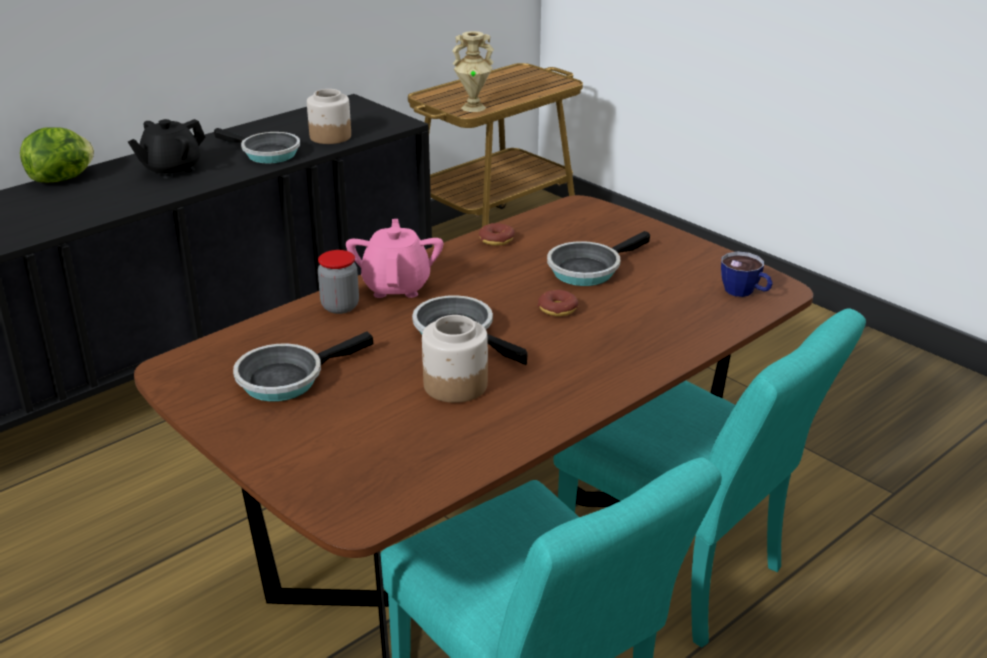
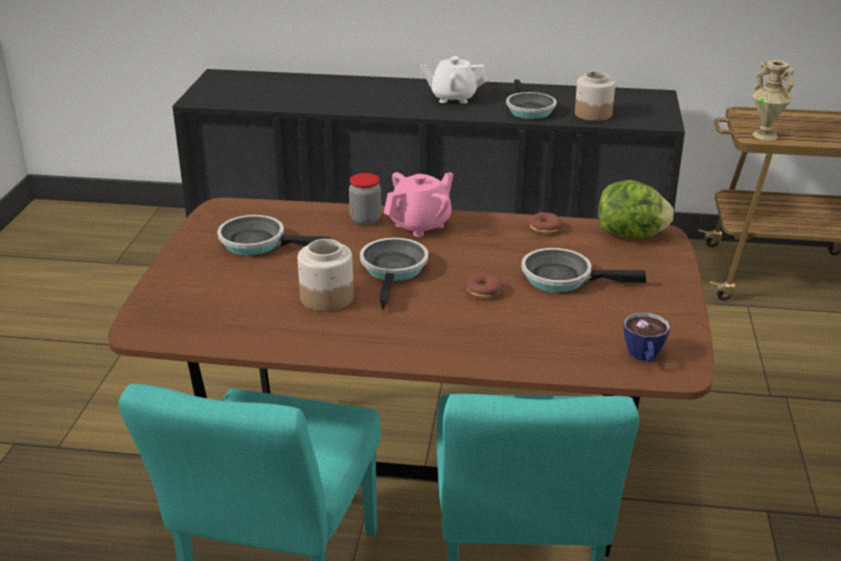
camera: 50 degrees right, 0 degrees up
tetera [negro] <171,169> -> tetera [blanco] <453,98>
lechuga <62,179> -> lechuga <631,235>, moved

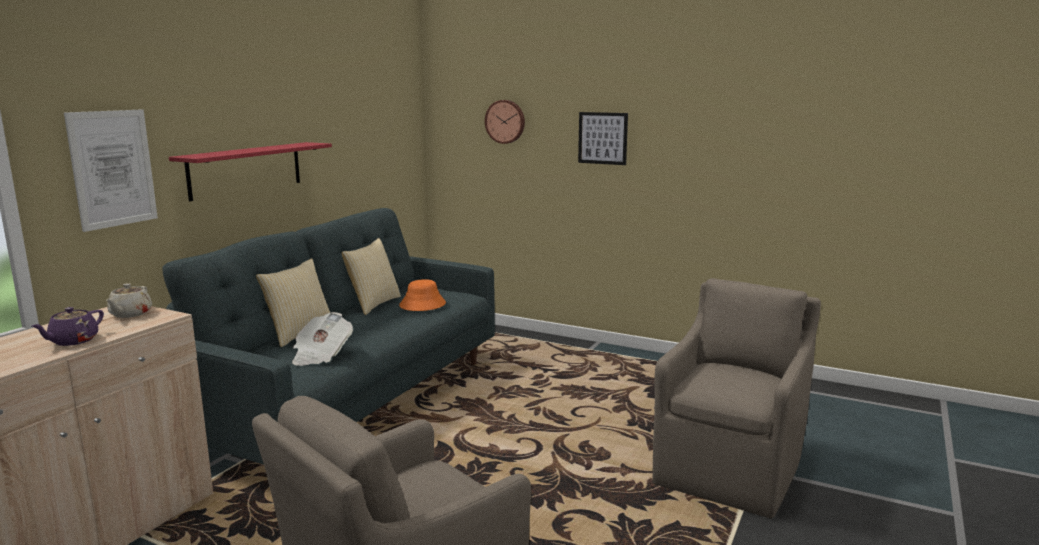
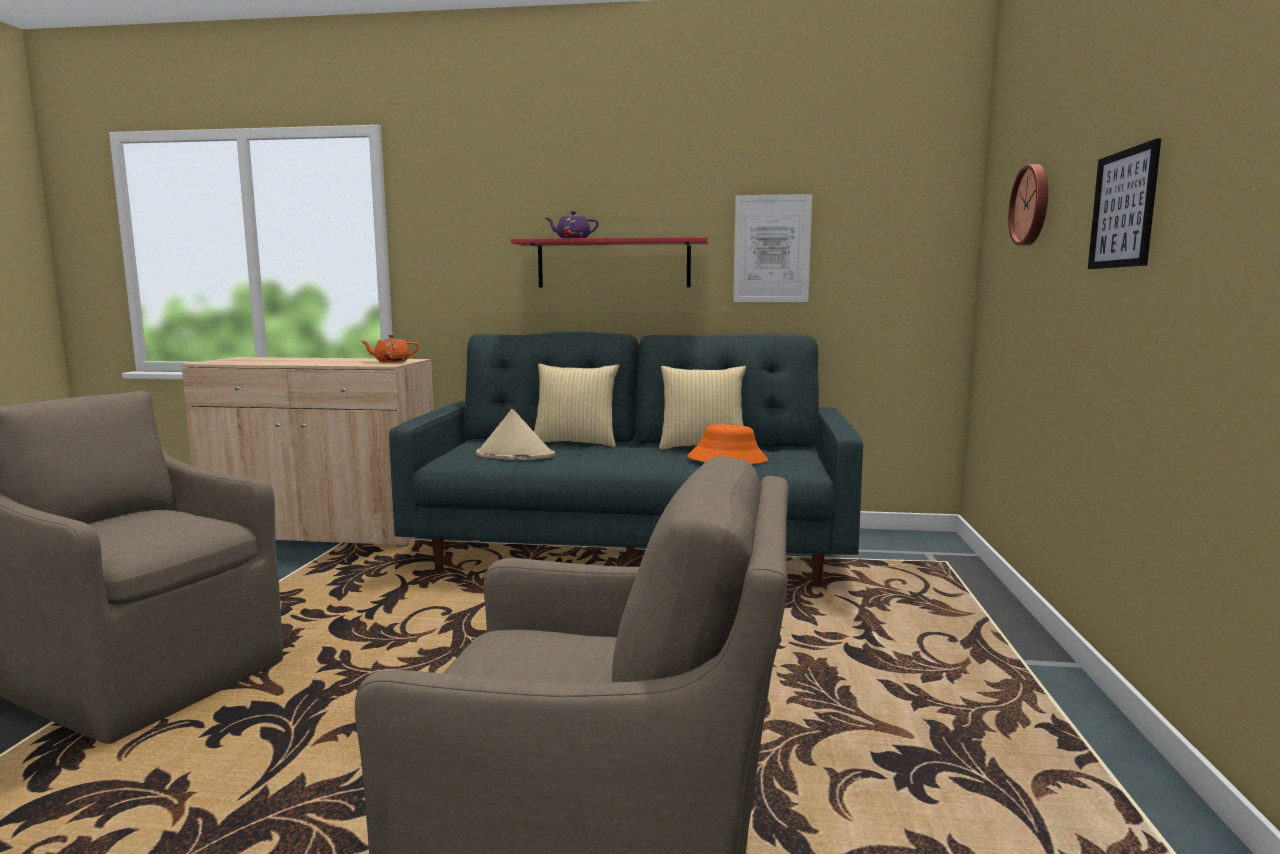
camera: 70 degrees right, 5 degrees down
cuadro <113,168> -> cuadro <772,249>, moved
tetera [beis] <130,314> -> tetera [naranja] <391,361>
tetera [morado] <73,341> -> tetera [morado] <572,239>, moved
periódico <321,355> -> sombrero [beis] <514,455>

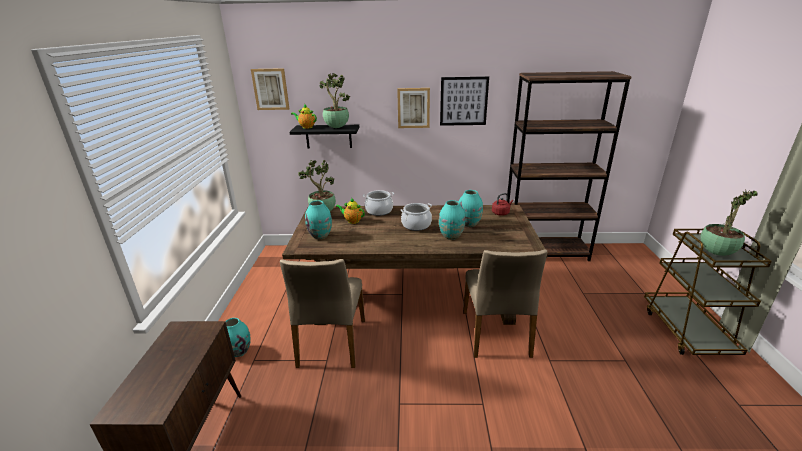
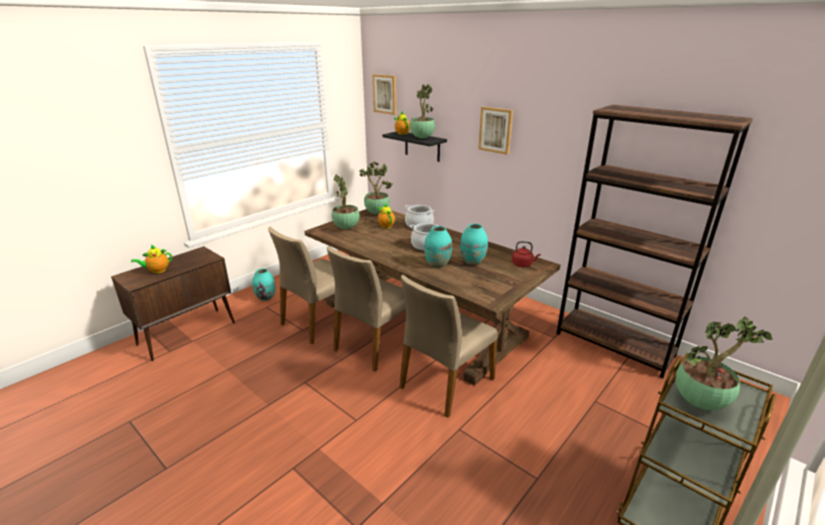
camera: 40 degrees right, 0 degrees up
cuadro <463,101> -> none
florero [turquesa] <320,236> -> planta en maceta <346,228>
none -> tetera <157,271>
none -> silla [beis] <375,344>

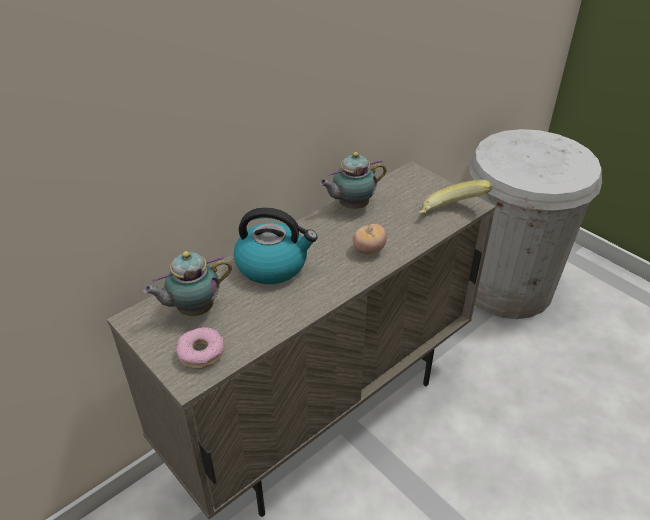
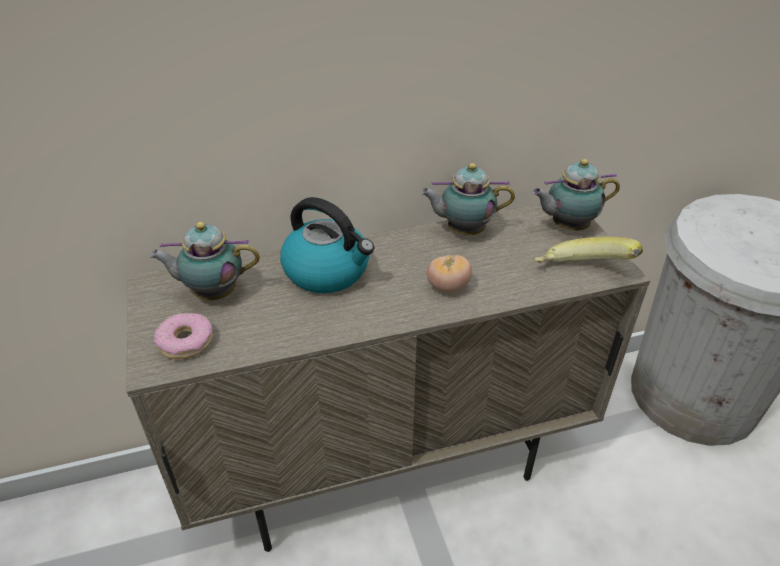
camera: 25 degrees right, 0 degrees up
none -> tetera <567,227>

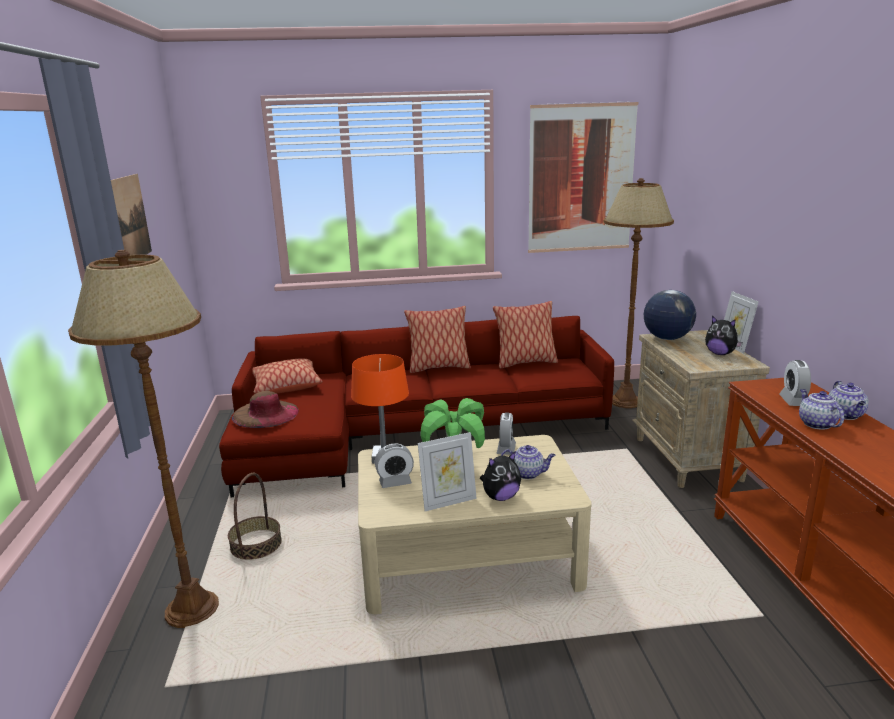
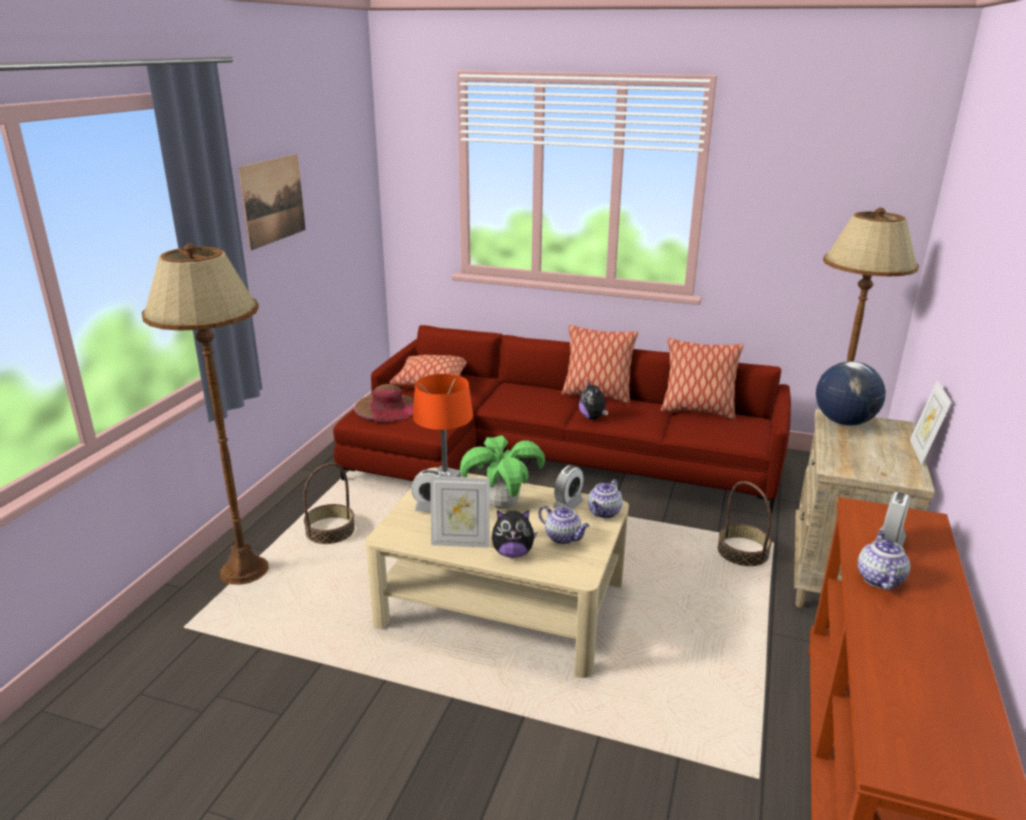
camera: 25 degrees right, 5 degrees up
cuadro <581,178> -> none
peluche <720,354> -> peluche <593,418>, moved
tetera <845,415> -> tetera <604,513>, moved
none -> cesta <743,552>

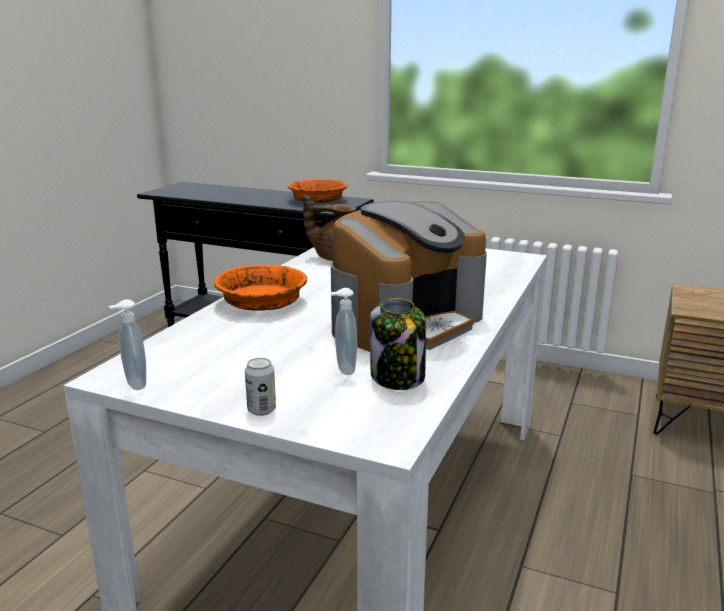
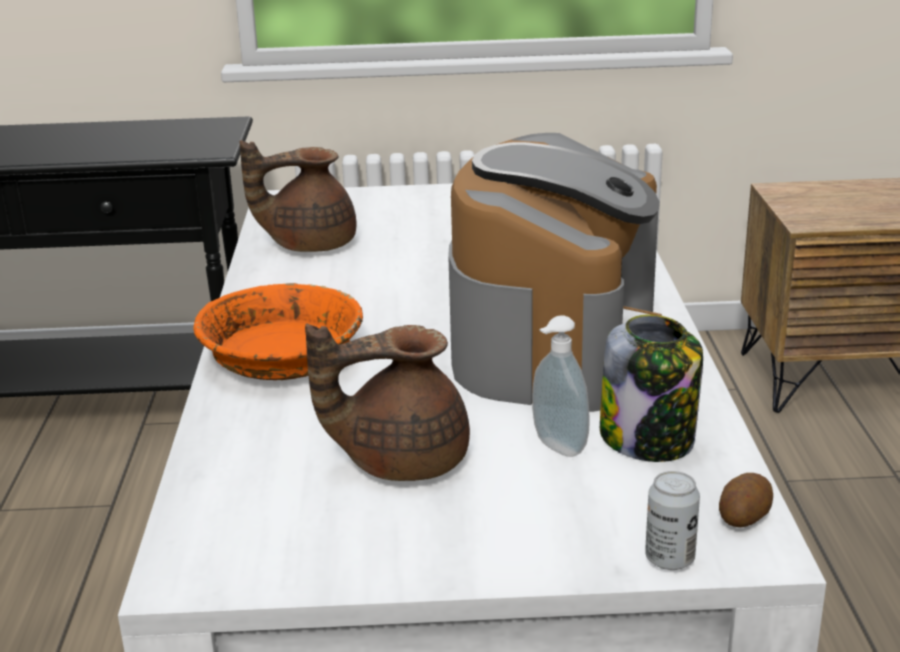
camera: 25 degrees left, 5 degrees up
cuenco [naranja] <318,200> -> none
dispensador de jabón <134,384> -> none
lata <261,410> -> lata <669,559>, moved
none -> tetera [marrón] <400,460>
none -> patata <743,517>

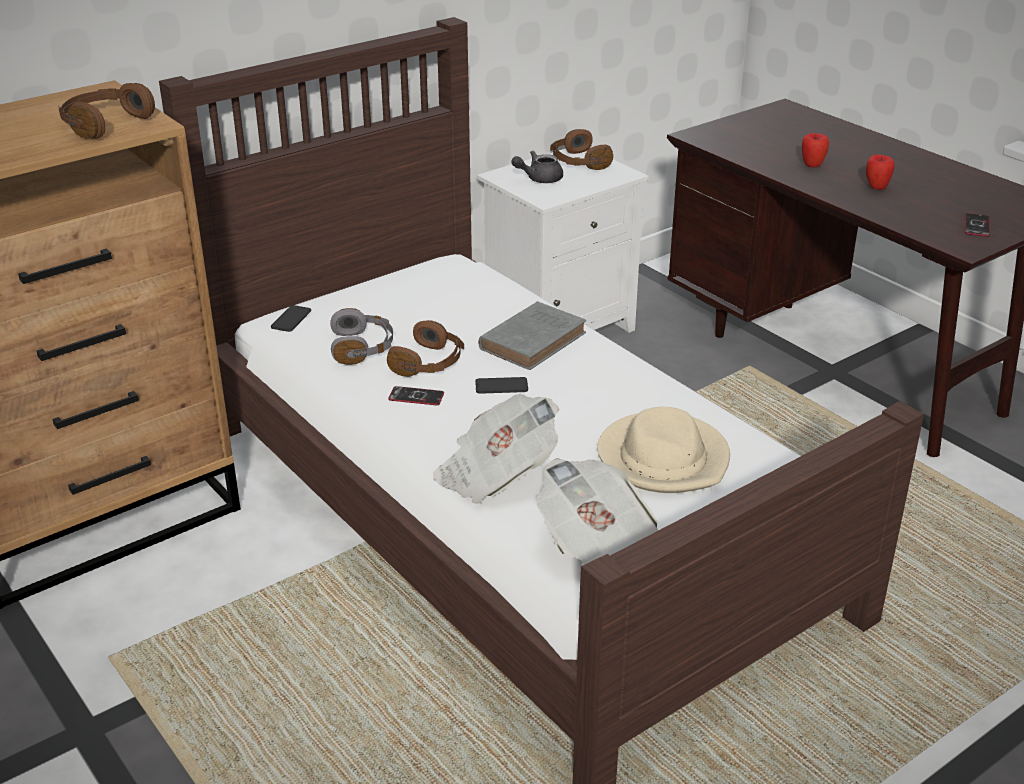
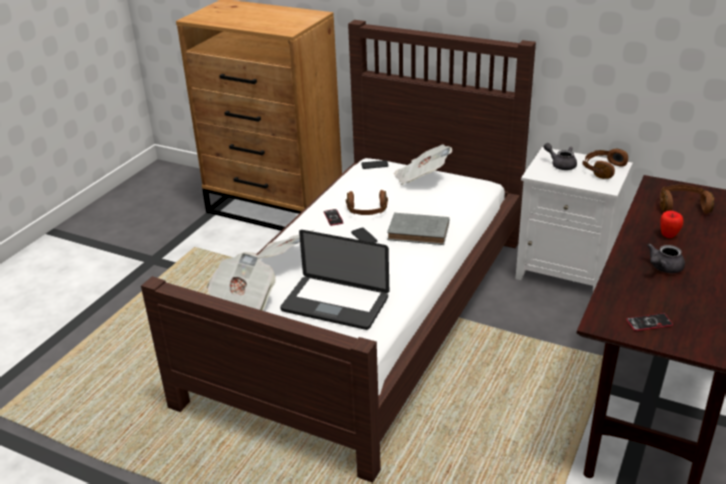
camera: 65 degrees right, 0 degrees up
auriculares [marrón] <104,124> -> auriculares [marrón] <682,206>, moved
manzana <876,188> -> tetera [gris] <663,268>
auriculares [gris] <362,348> -> none
sombrero [beis] <663,458> -> portátil <335,304>
none -> periódico <421,178>

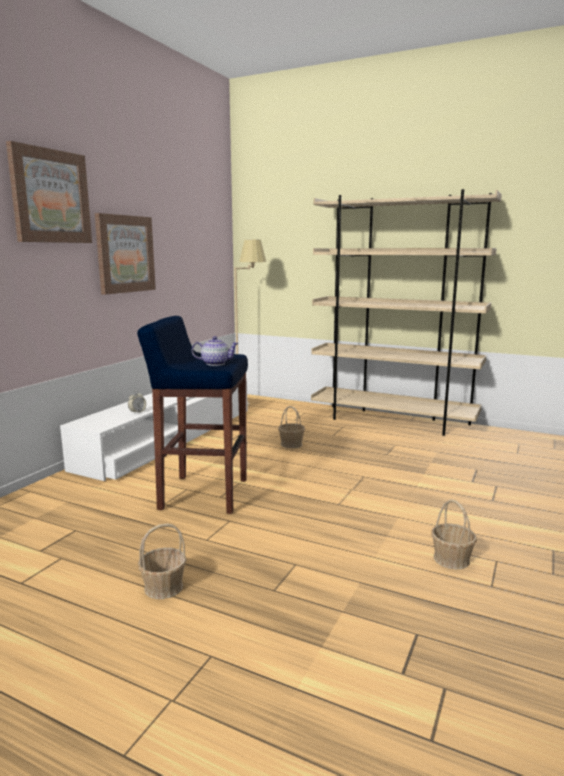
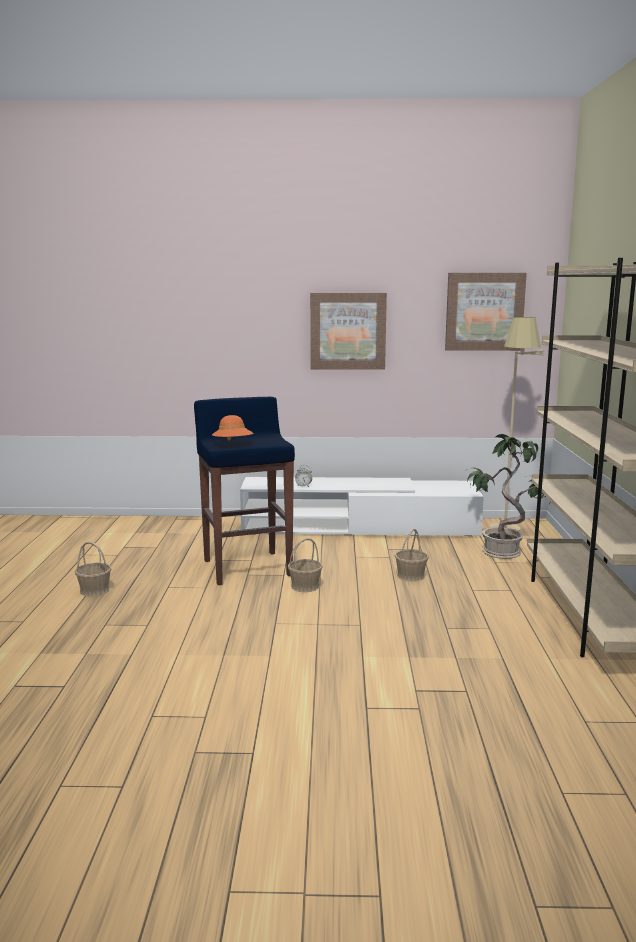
camera: 65 degrees right, 0 degrees up
cuadro <50,196> -> cuadro <484,311>, moved
tetera <215,363> -> sombrero [naranja] <233,444>
cesta <451,559> -> cesta <305,586>, moved
none -> planta en maceta <503,552>

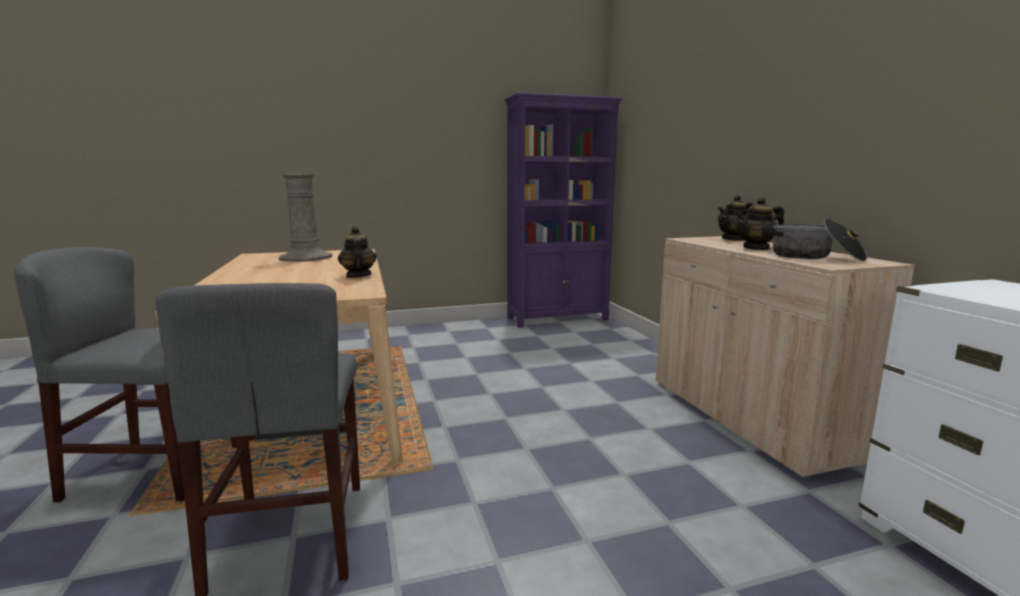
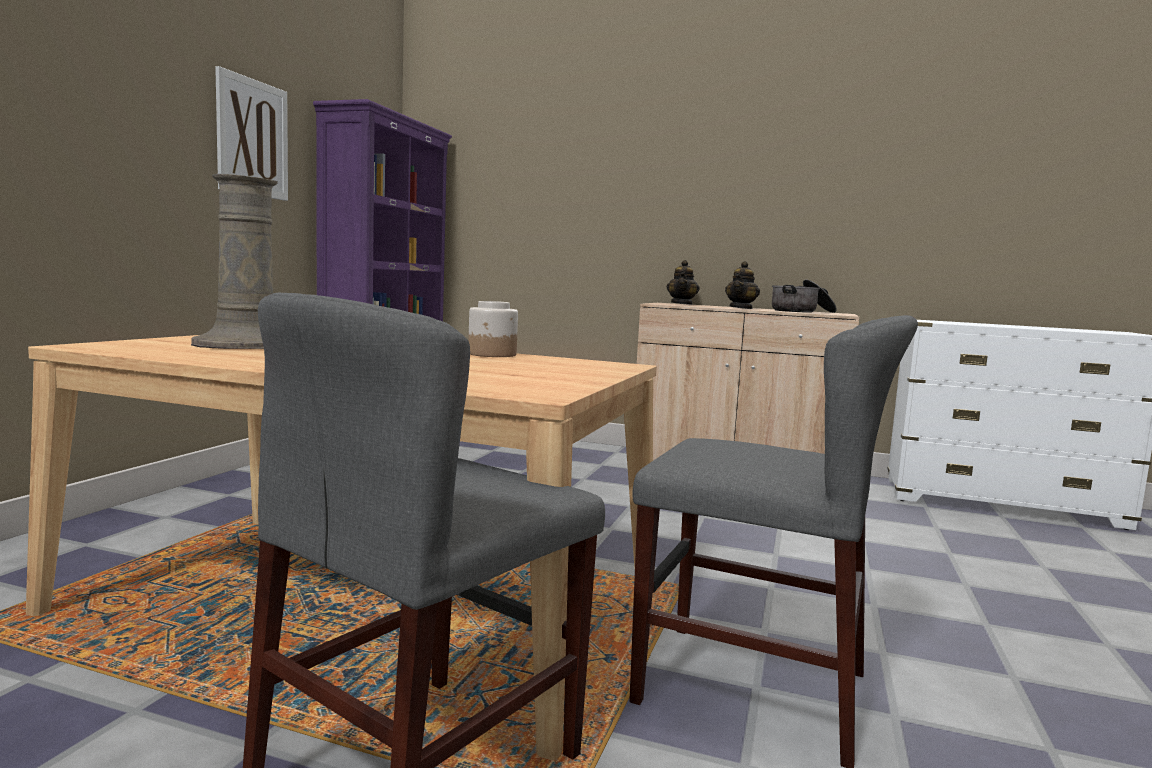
camera: 55 degrees left, 5 degrees down
tetera <358,276> -> tarro <492,354>
none -> cuadro <252,138>

